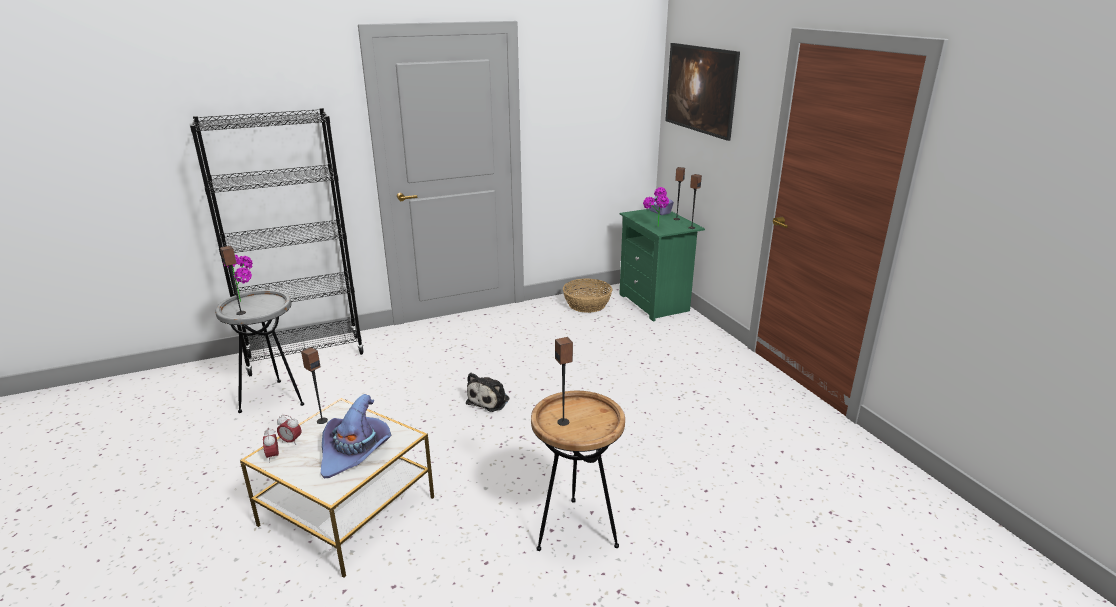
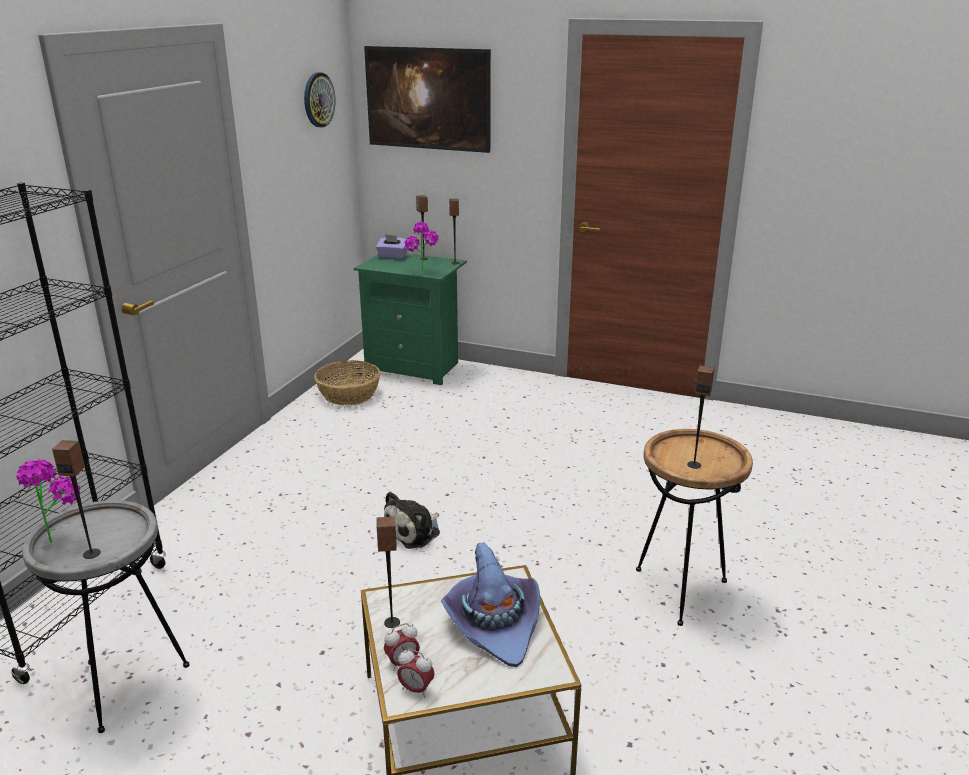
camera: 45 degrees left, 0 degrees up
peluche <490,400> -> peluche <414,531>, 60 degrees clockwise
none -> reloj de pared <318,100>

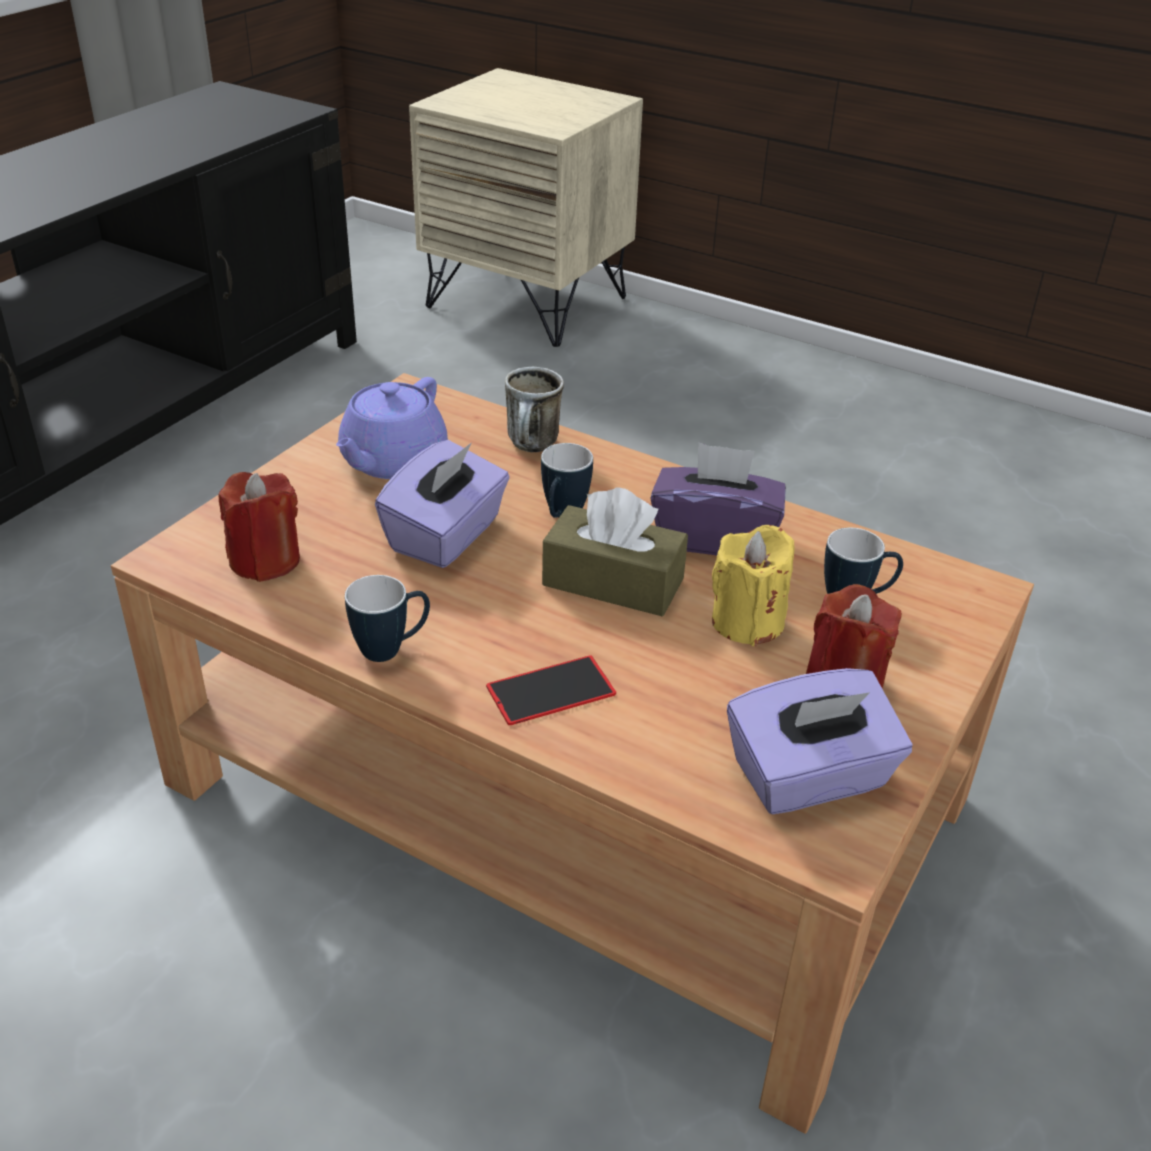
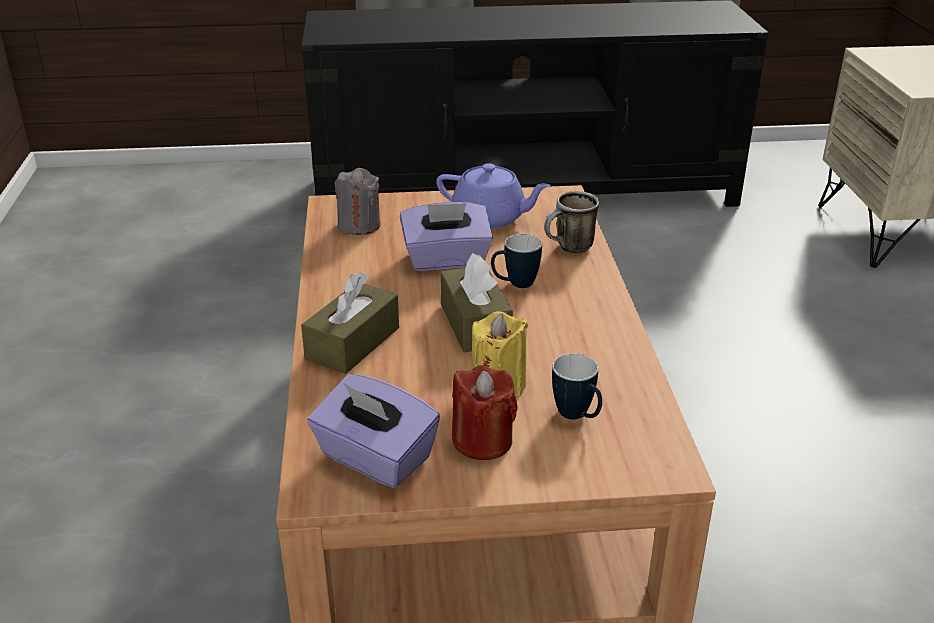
camera: 55 degrees right, 5 degrees down
tetera [morado] <392,461> -> tetera [morado] <490,218>, 150 degrees counterclockwise
caja de pañuelos [morado] <714,537> -> none
vela [rojo] <265,560> -> vela [gris] <359,225>
taza grande <392,649> -> none
móvil <551,690> -> caja de pañuelos [marrón] <353,343>

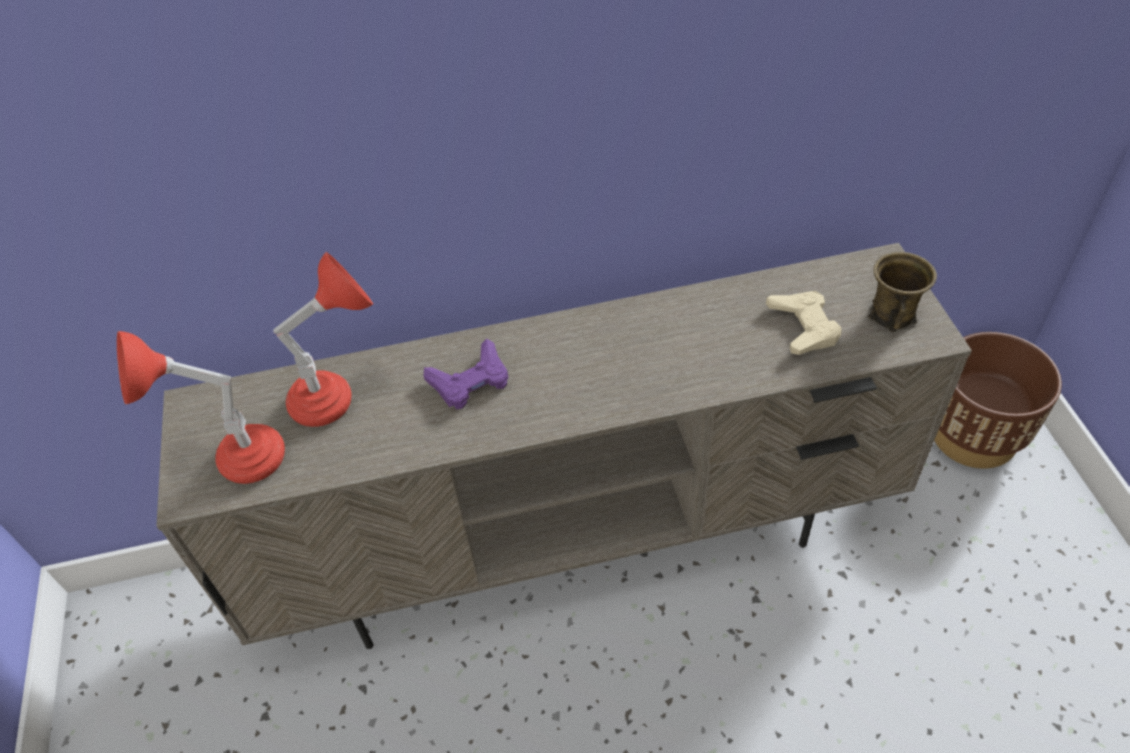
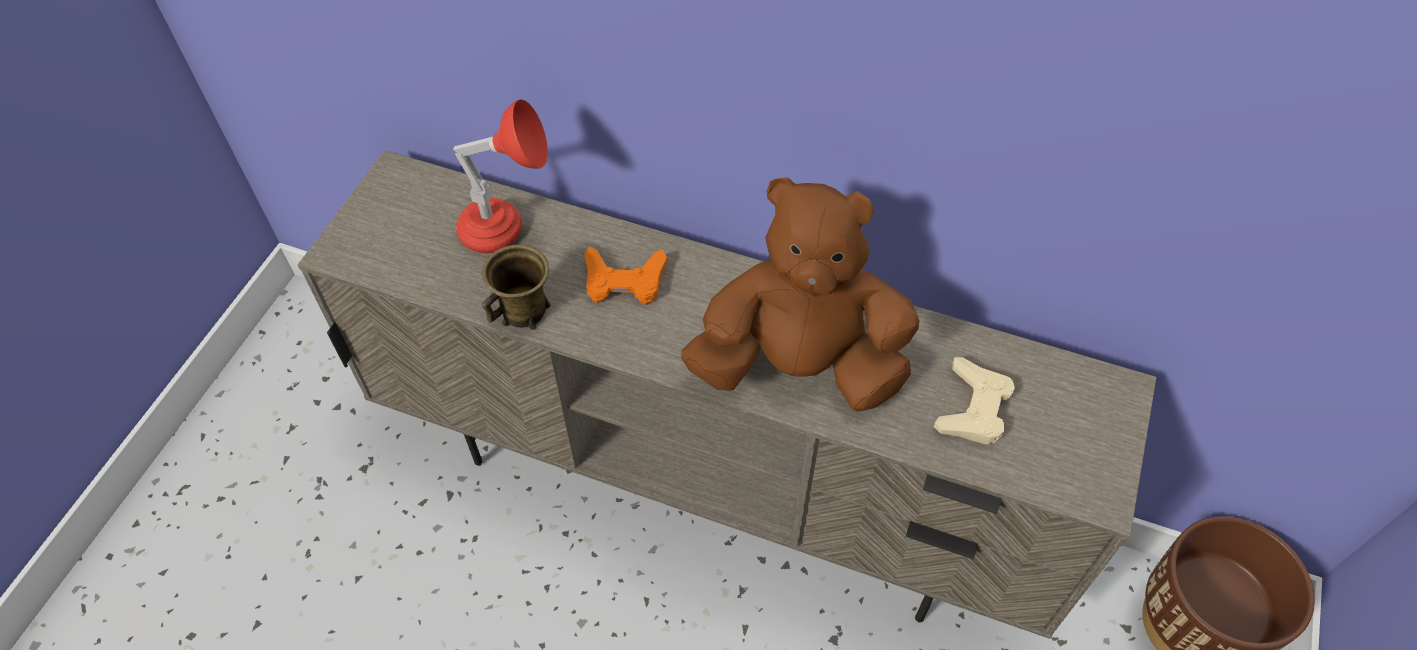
camera: 30 degrees right, 5 degrees up
taza grande [marrón] <892,315> -> taza grande [marrón] <524,311>, moved
lámpara de mesa [rojo] <231,460> -> none
mando de consola [morado] <470,381> -> mando de consola [naranja] <624,281>
none -> peluche [marrón] <800,365>

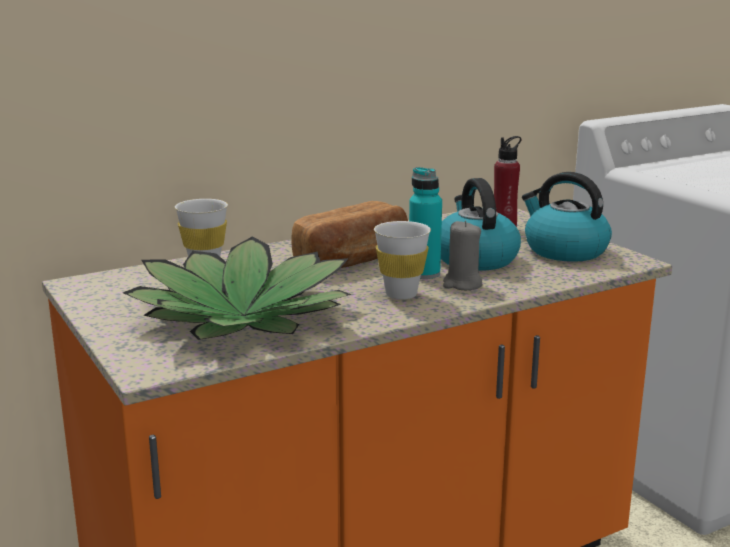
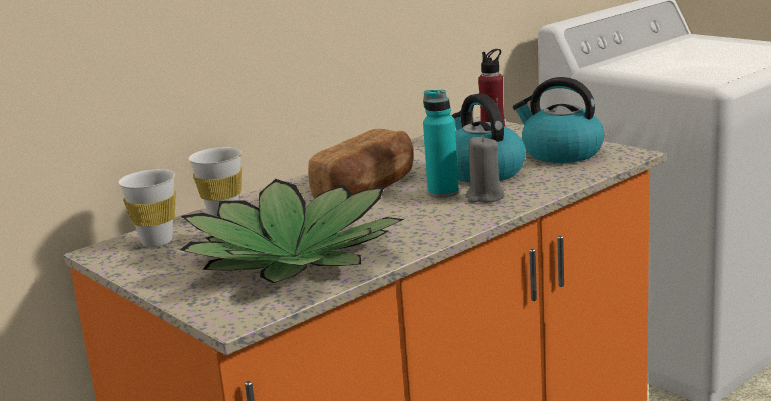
camera: 10 degrees left, 0 degrees up
taza [blanco] <401,294> -> taza [blanco] <157,242>, moved

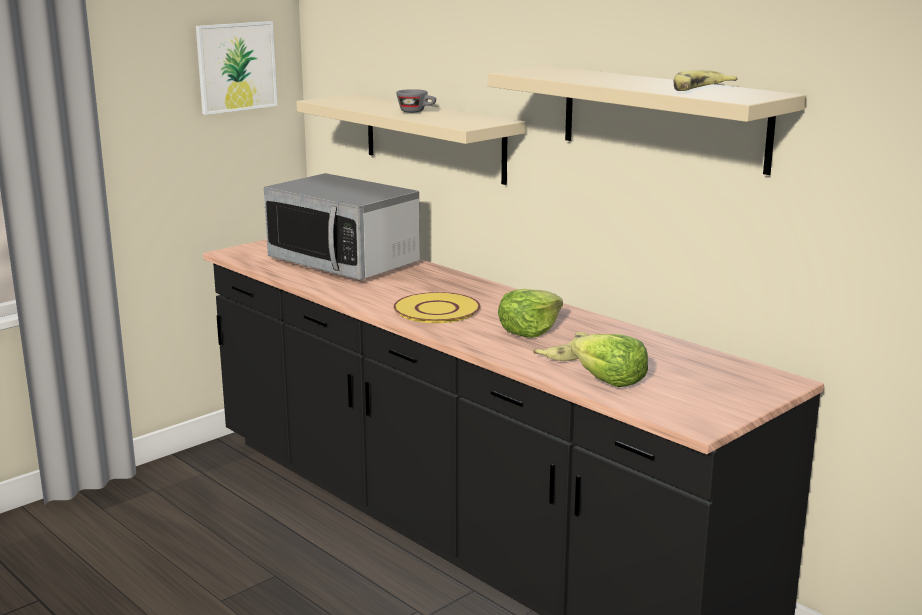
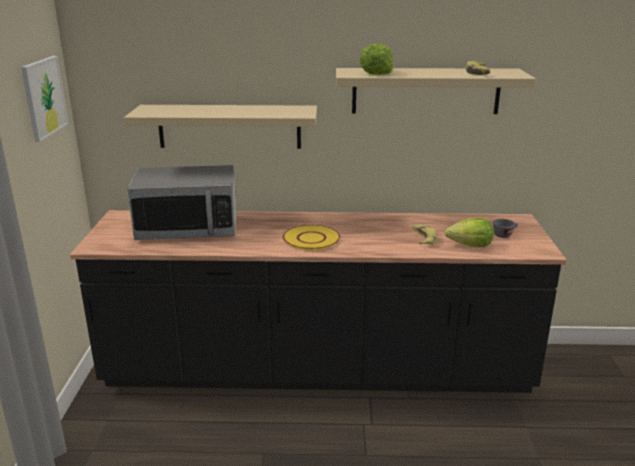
camera: 45 degrees left, 5 degrees up
taza [gris] <416,111> -> taza [gris] <504,235>, moved
lechuga <529,331> -> lechuga <375,73>, moved

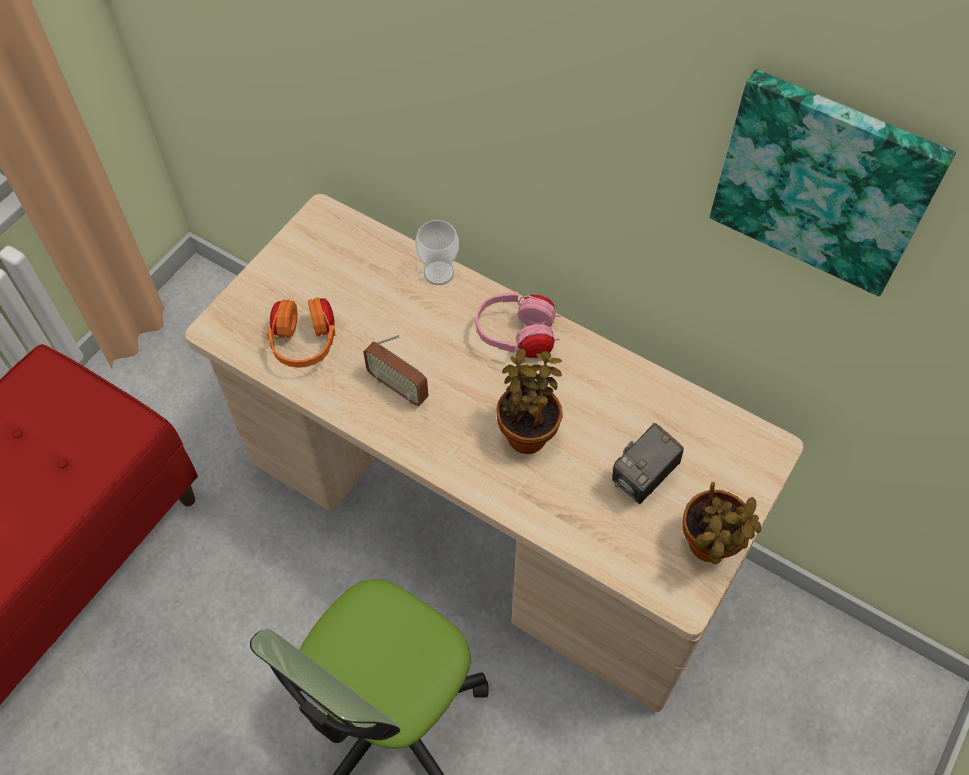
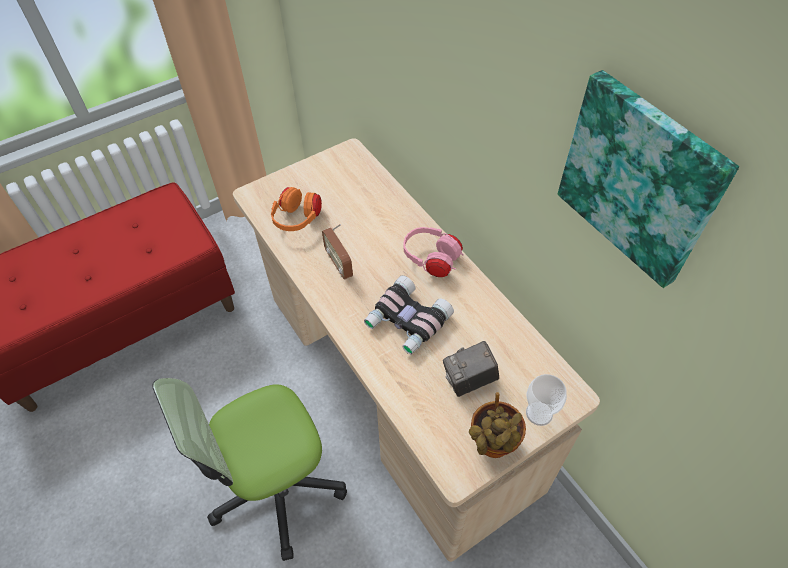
camera: 25 degrees right, 5 degrees down
taza <439,273> -> taza <539,413>, moved
planta en maceta <527,432> -> prismáticos <406,322>

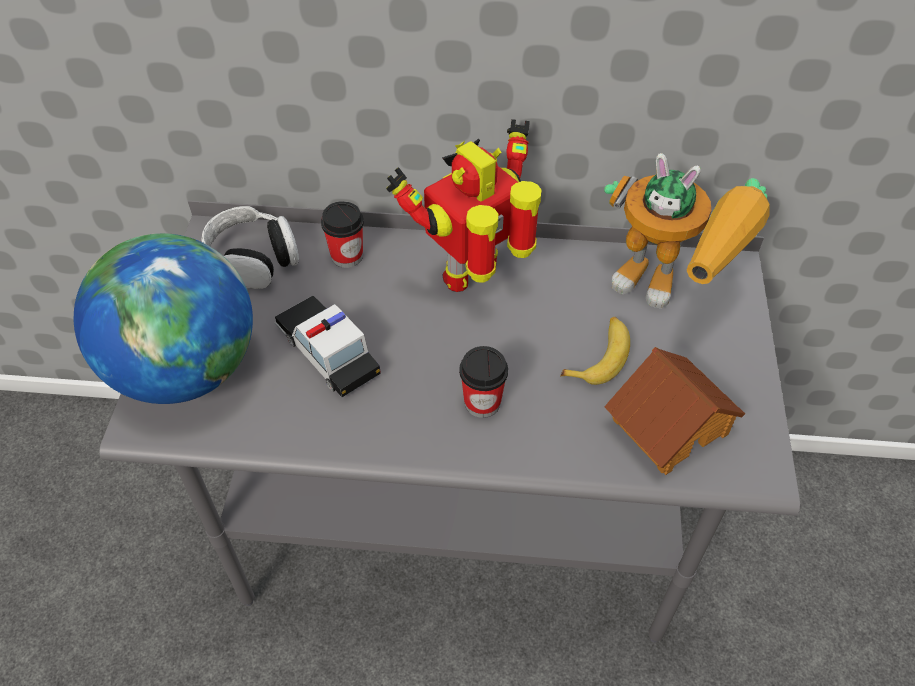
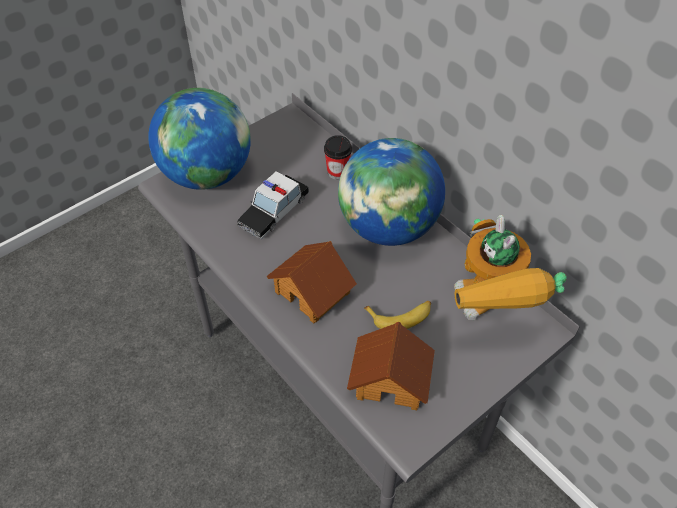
camera: 45 degrees right, 0 degrees up
robot de juguete <475,276> -> globo terráqueo <388,227>
auriculares <253,258> -> none
coche de juguete <327,351> -> coche de juguete <274,211>, 150 degrees counterclockwise
taza <482,402> -> casita <313,291>

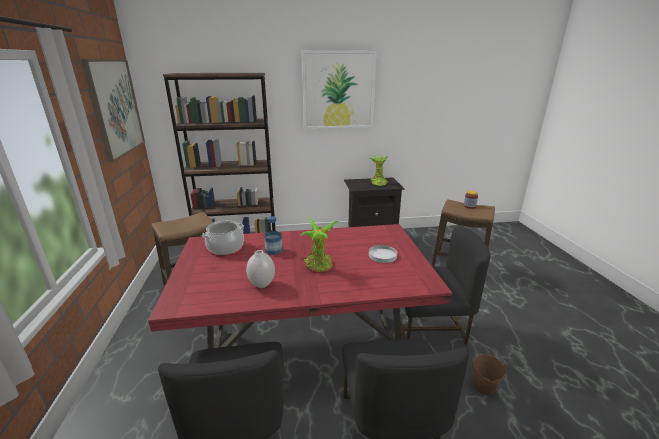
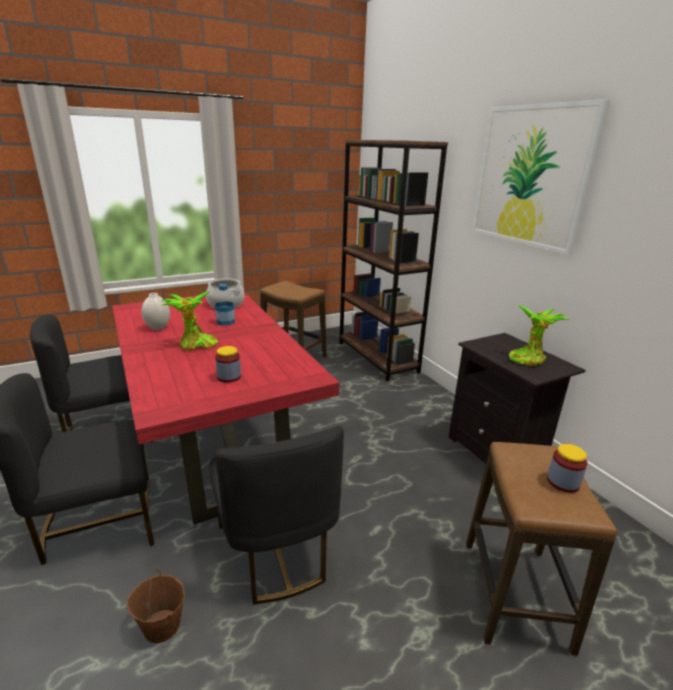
camera: 70 degrees right, 0 degrees up
cuadro <116,107> -> none
plato [blanco] <382,255> -> tarro <229,377>

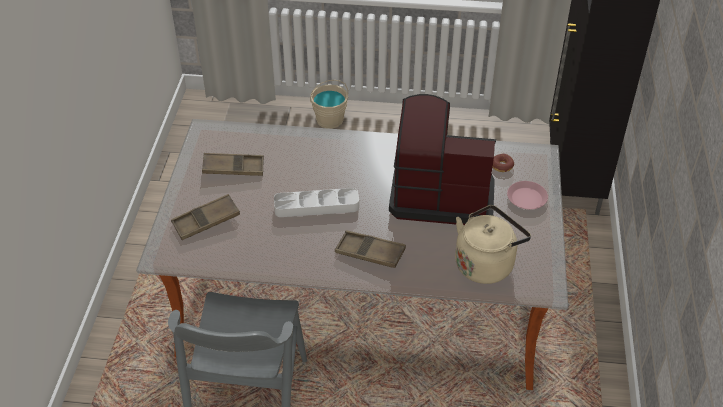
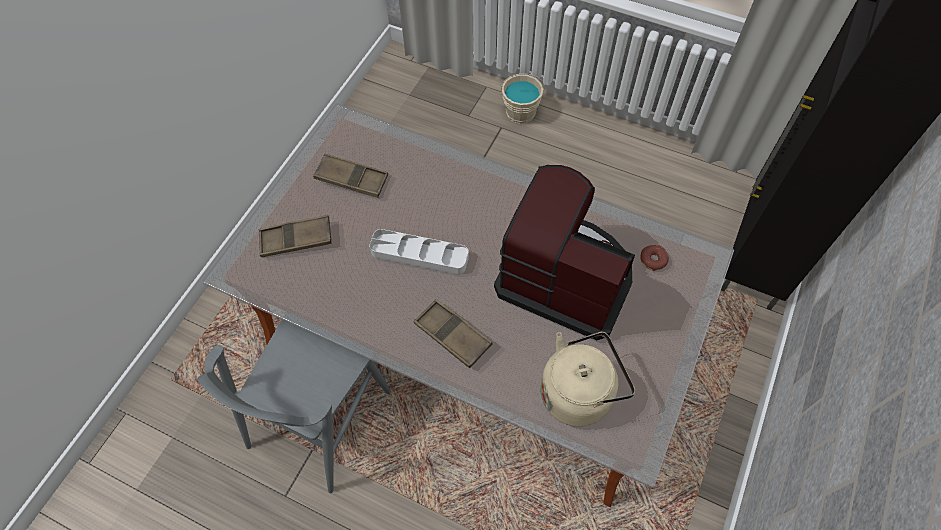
camera: 20 degrees right, 15 degrees up
plato [rosa] <526,198> -> none

